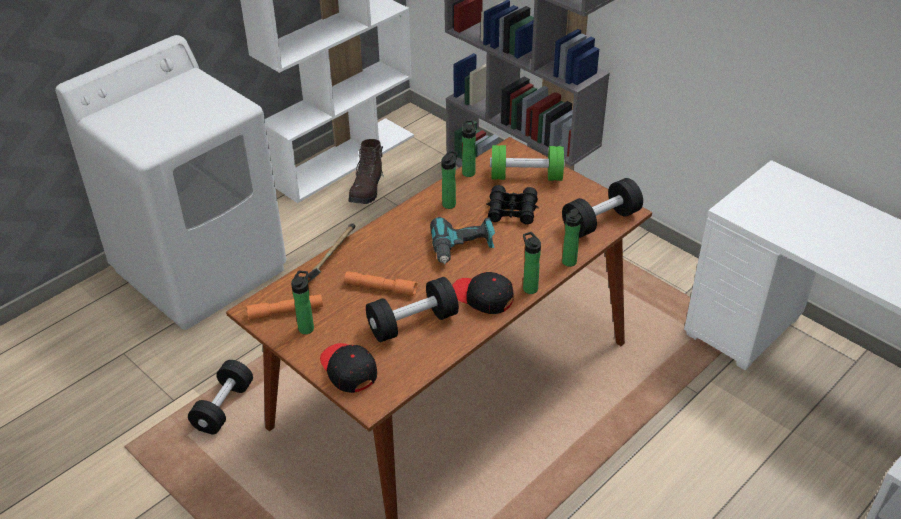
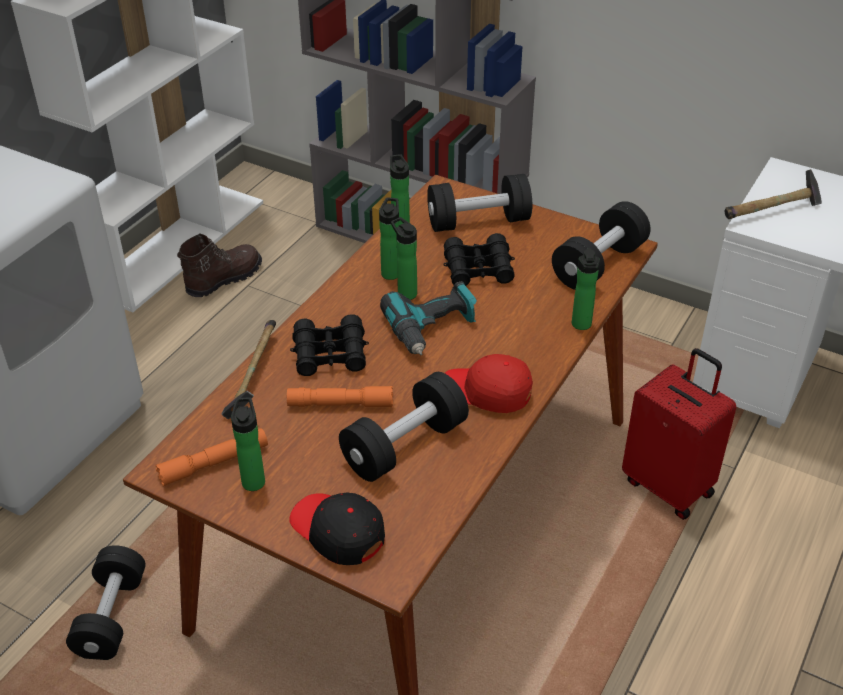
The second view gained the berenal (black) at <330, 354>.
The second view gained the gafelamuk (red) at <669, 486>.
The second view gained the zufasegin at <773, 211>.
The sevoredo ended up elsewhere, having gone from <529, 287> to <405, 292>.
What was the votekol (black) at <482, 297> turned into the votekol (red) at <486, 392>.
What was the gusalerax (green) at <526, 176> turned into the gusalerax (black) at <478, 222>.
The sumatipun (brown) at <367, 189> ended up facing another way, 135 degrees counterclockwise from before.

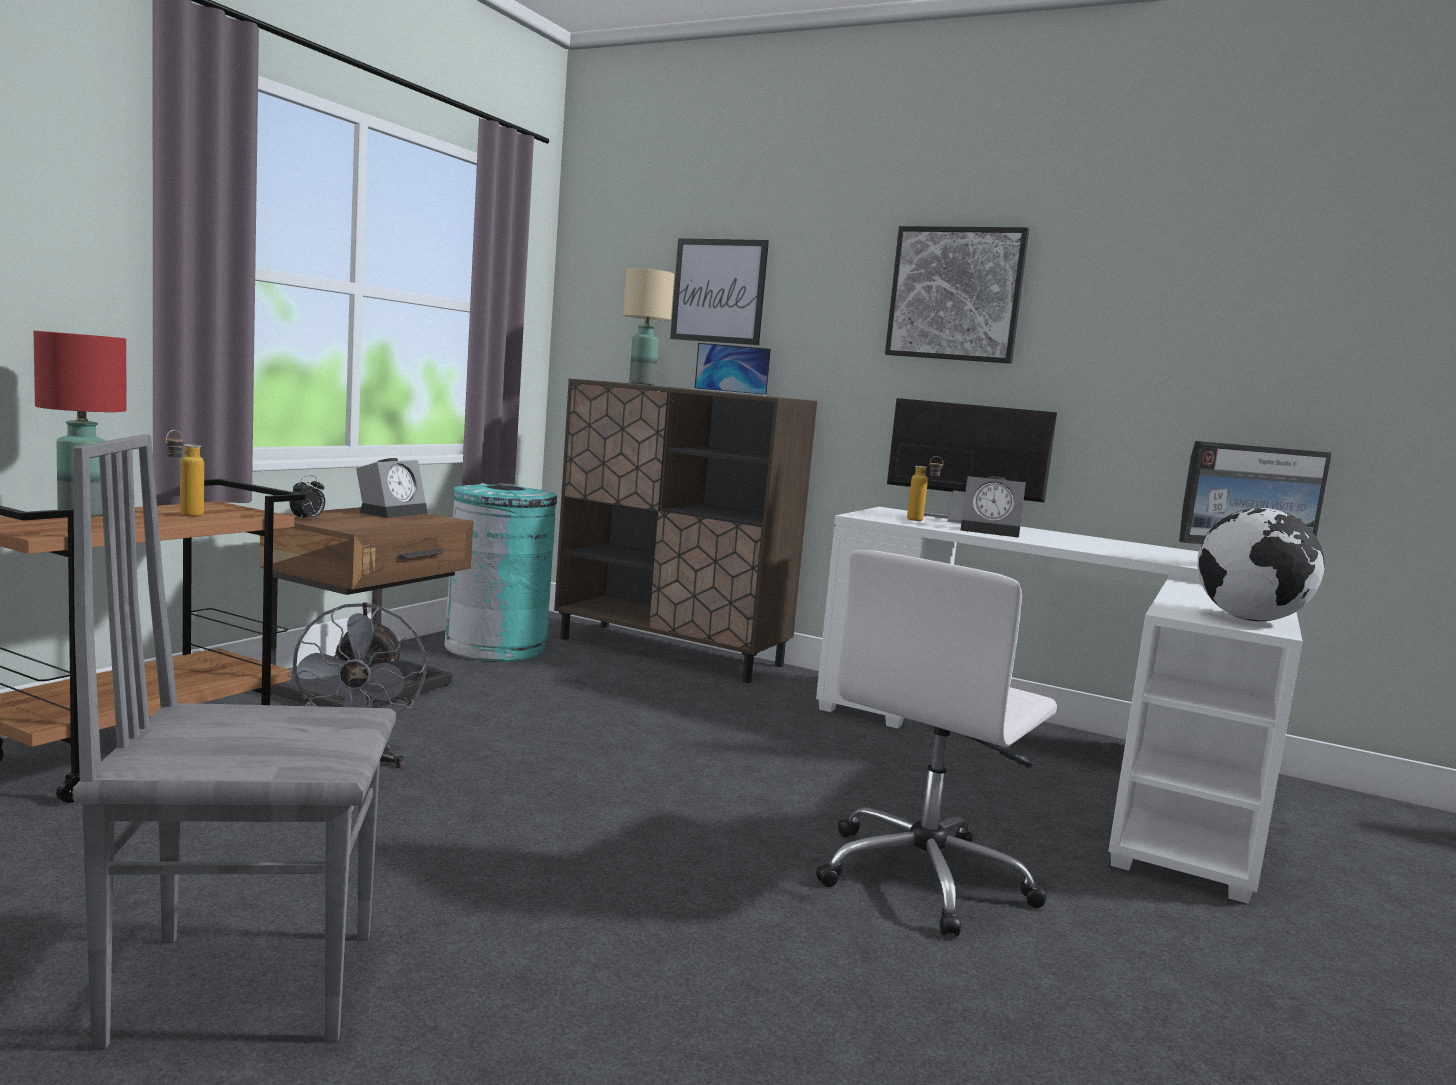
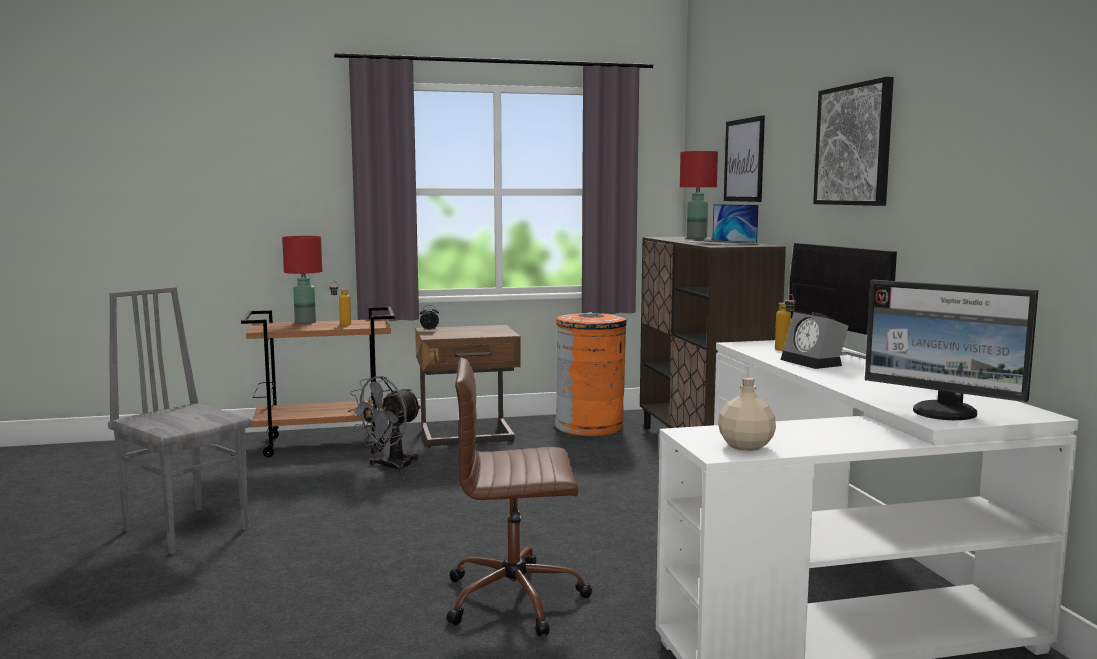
The second view lost the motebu at <393, 512>.
Where the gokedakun stood at <1250, 619>, the sevoredo (beige) came to stand at <745, 446>.
What was the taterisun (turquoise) at <496, 648> turned into the taterisun (orange) at <589, 427>.
What was the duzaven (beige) at <641, 384> turned into the duzaven (red) at <696, 238>.
What was the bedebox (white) at <925, 877> turned into the bedebox (brown) at <517, 598>.

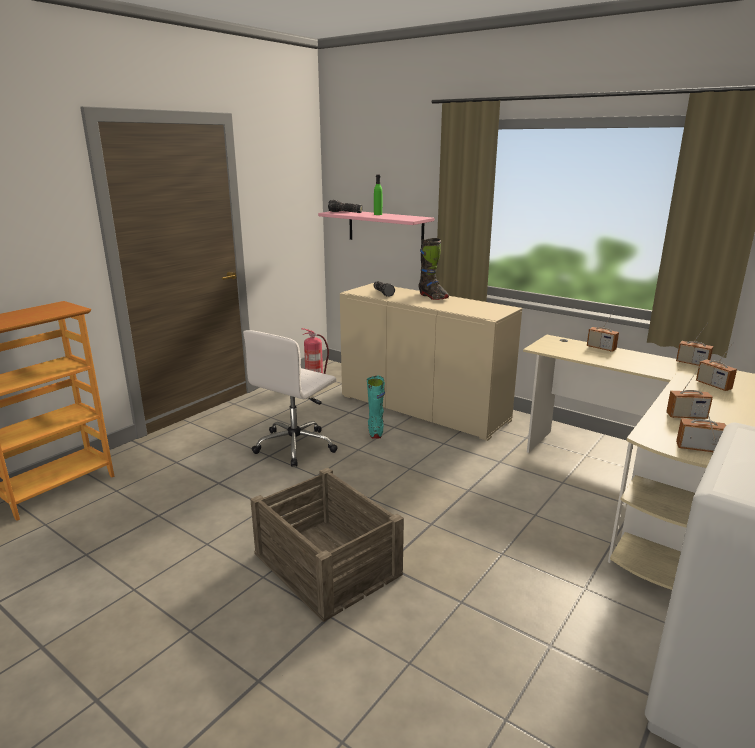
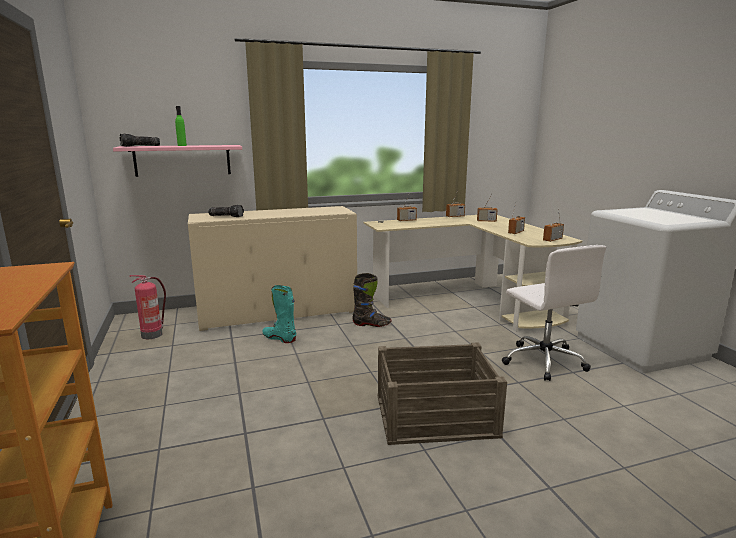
The bedebox (white) ended up elsewhere, having gone from <296, 446> to <543, 360>.
The sumatipun (black) ended up elsewhere, having gone from <433, 297> to <371, 324>.

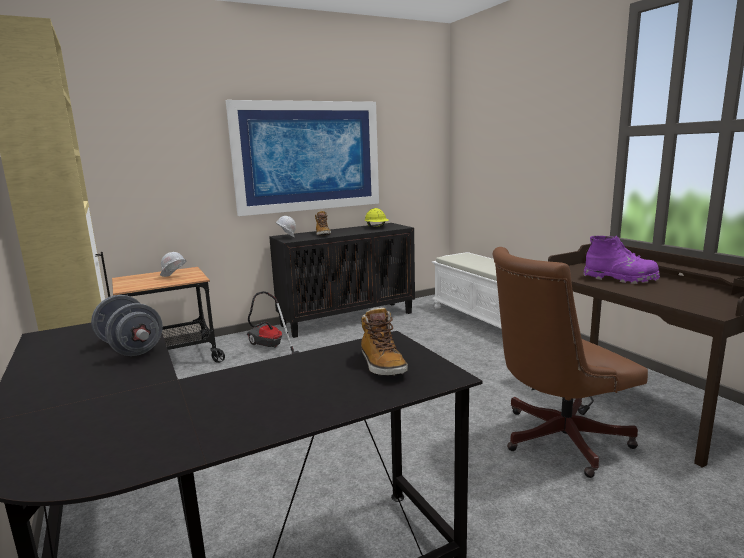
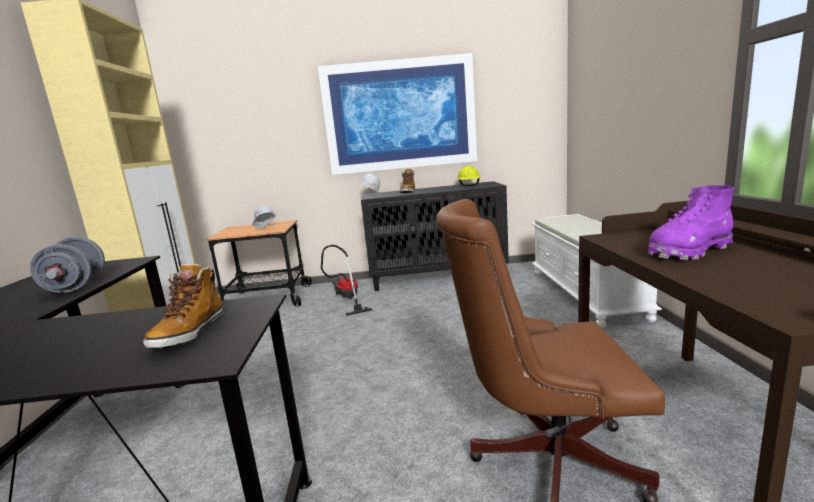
The sumatipun (purple) at <620, 279> ended up facing another way, 105 degrees clockwise from before.

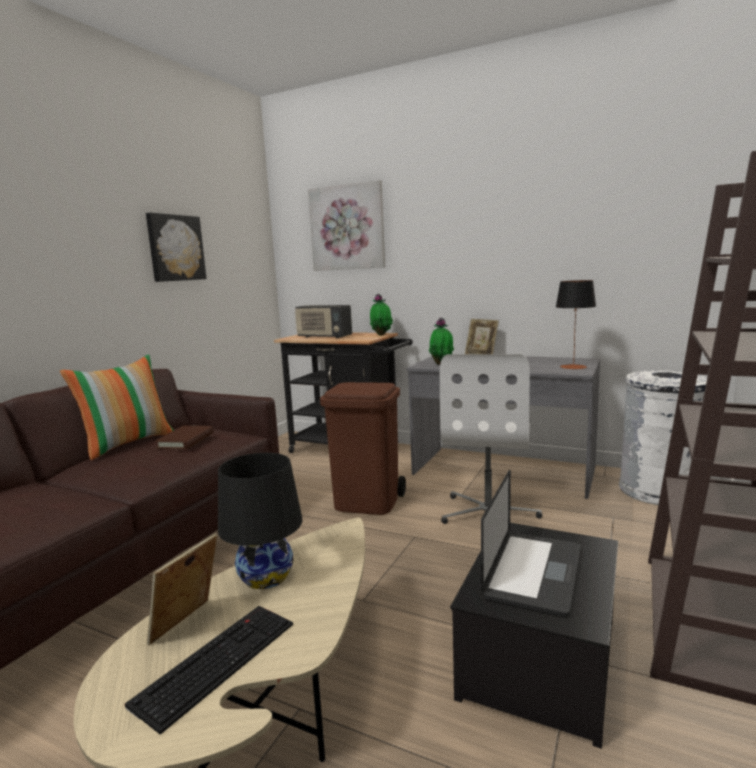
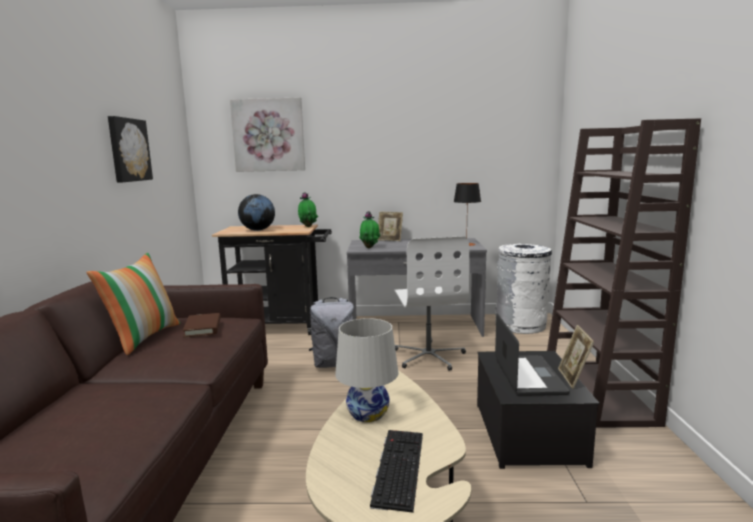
The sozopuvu ended up elsewhere, having gone from <188, 625> to <573, 379>.
Where the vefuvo stood at <324, 337>, the gokedakun came to stand at <257, 230>.
Where the taterisun (brown) stood at <368, 503>, the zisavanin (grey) came to stand at <334, 363>.
What was the duzaven (black) at <266, 576> turned into the duzaven (white) at <367, 413>.

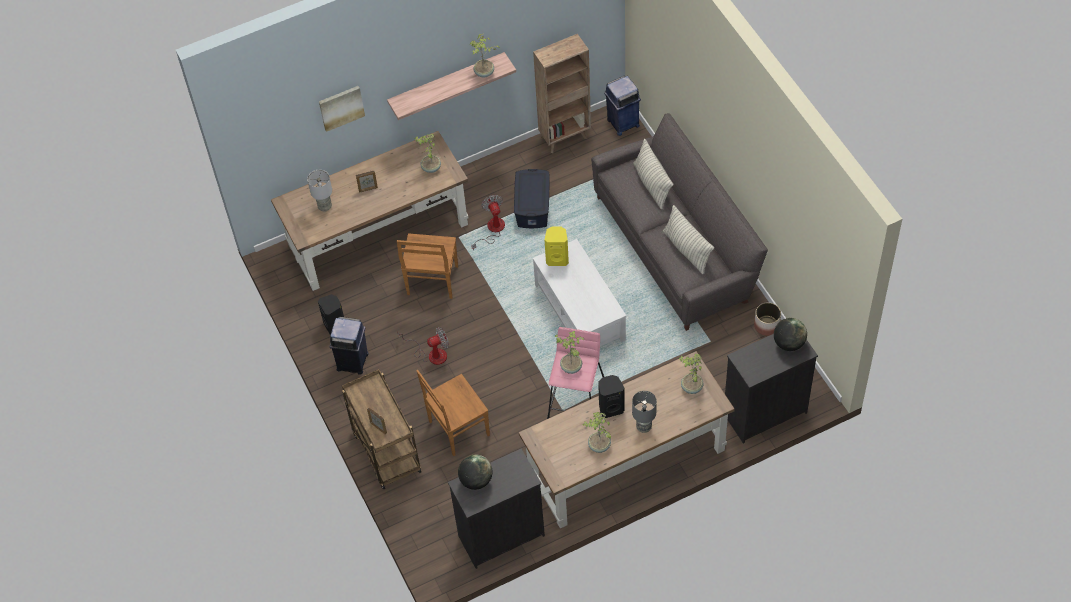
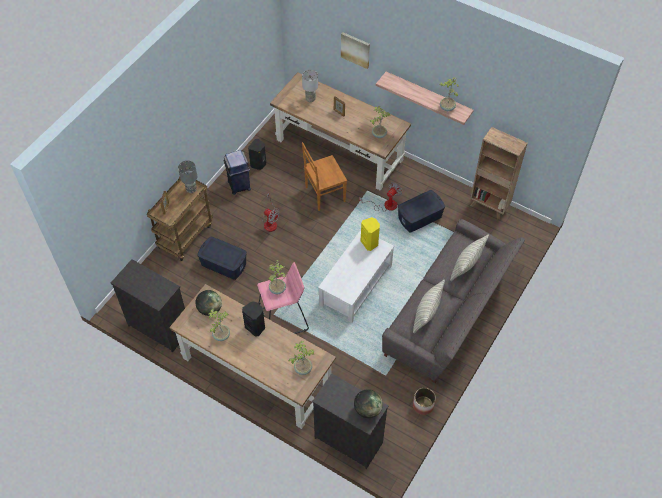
The second view lost the taterisun (blue) at <622, 123>.
The gokedakun ended up elsewhere, having gone from <476, 480> to <210, 309>.
The duzaven (grey) ended up elsewhere, having gone from <644, 427> to <191, 190>.
Where the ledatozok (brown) stood at <457, 429>, the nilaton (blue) came to stand at <224, 264>.

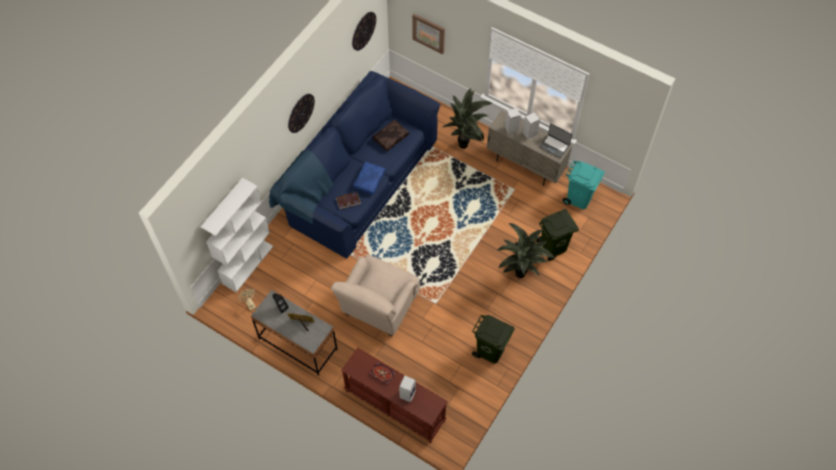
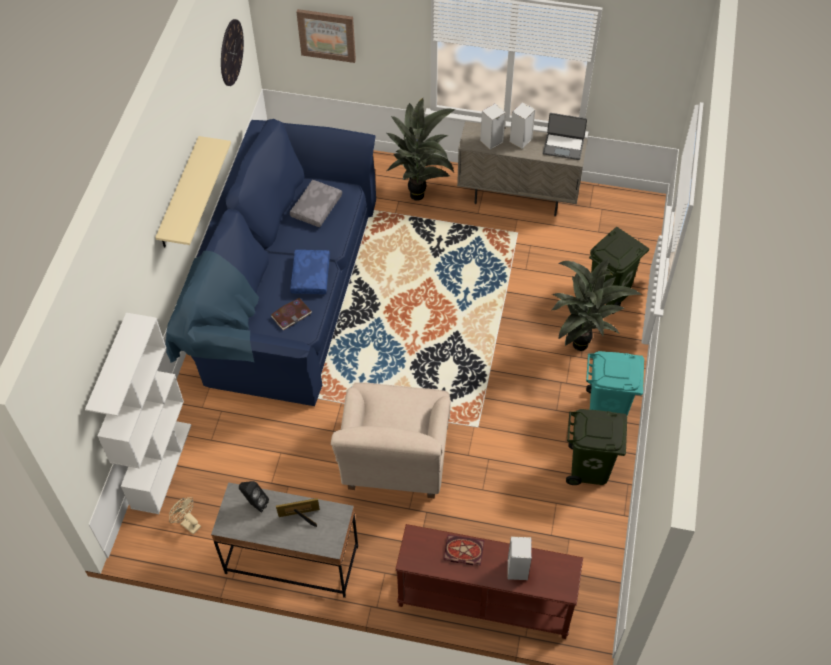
The taterisun (turquoise) ended up elsewhere, having gone from <579, 199> to <607, 411>.
Where the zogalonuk hung at <301, 113>, the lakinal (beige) came to hang at <179, 194>.
What was the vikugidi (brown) at <390, 137> turned into the vikugidi (grey) at <316, 207>.

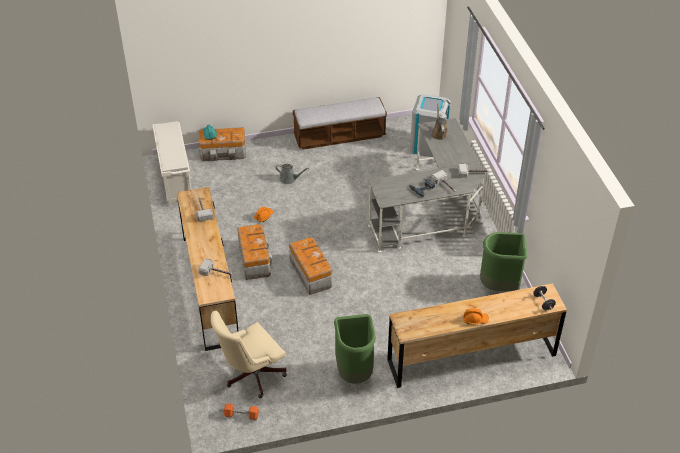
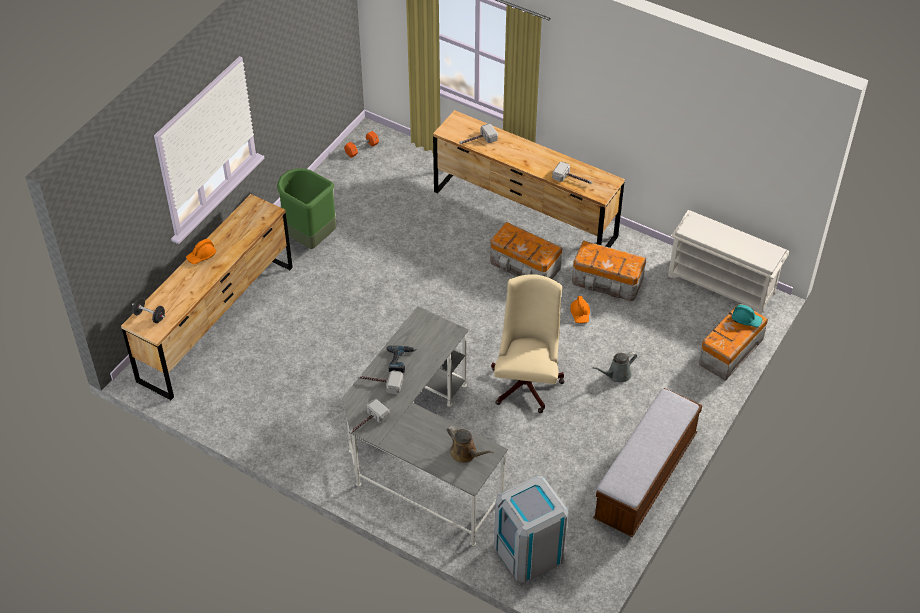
The second view lost the taterisun (green) at <500, 286>.
The bedebox (beige) ended up elsewhere, having gone from <251, 375> to <527, 380>.
The nilaton ended up elsewhere, having gone from <311, 273> to <608, 282>.

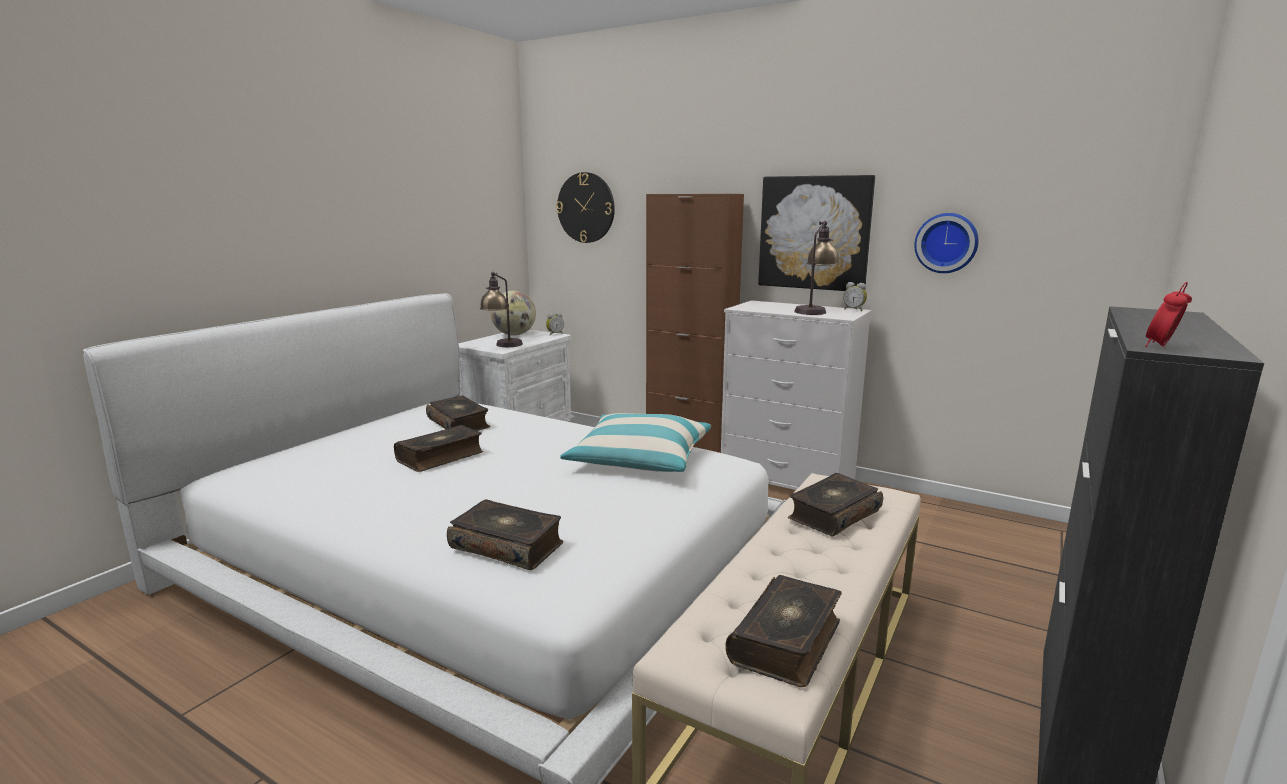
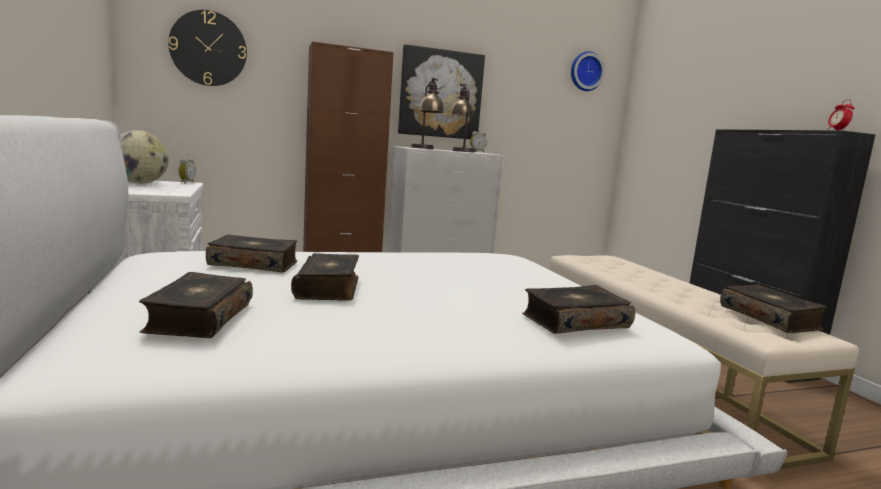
The second view lost the vikugidi at <640, 459>.
The duzaven ended up elsewhere, having gone from <503, 346> to <425, 148>.
The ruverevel ended up elsewhere, having gone from <833, 515> to <198, 318>.
The zogalonuk ended up elsewhere, having gone from <946, 243> to <585, 71>.

